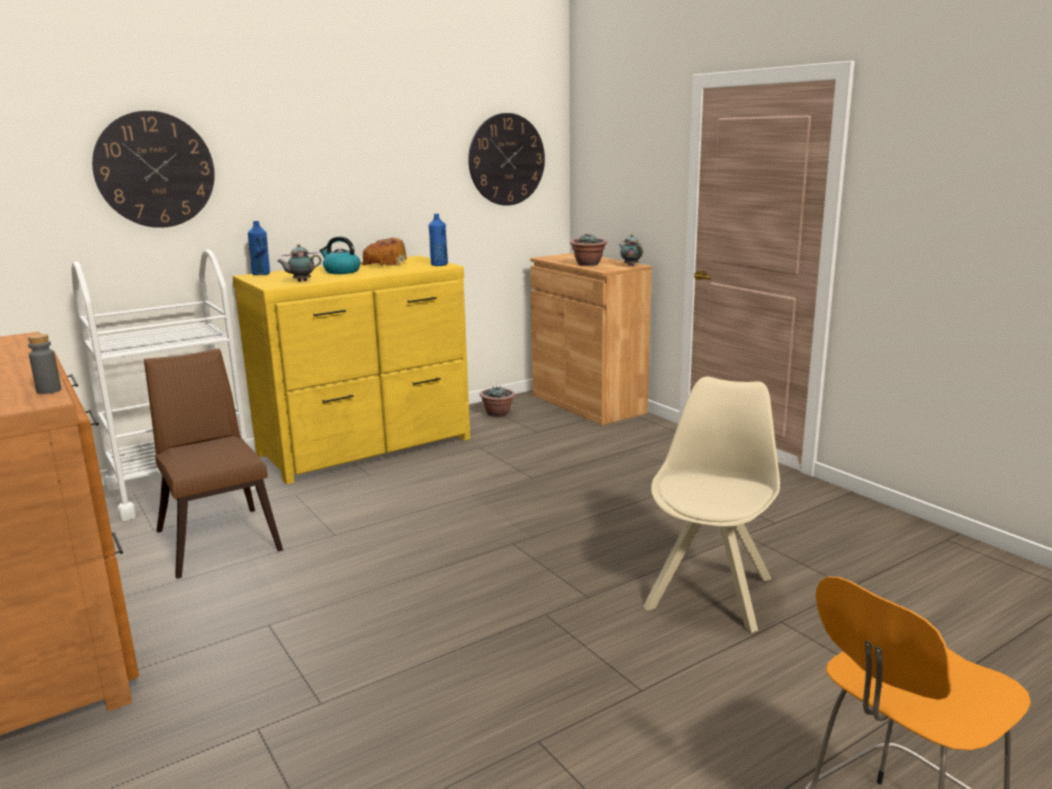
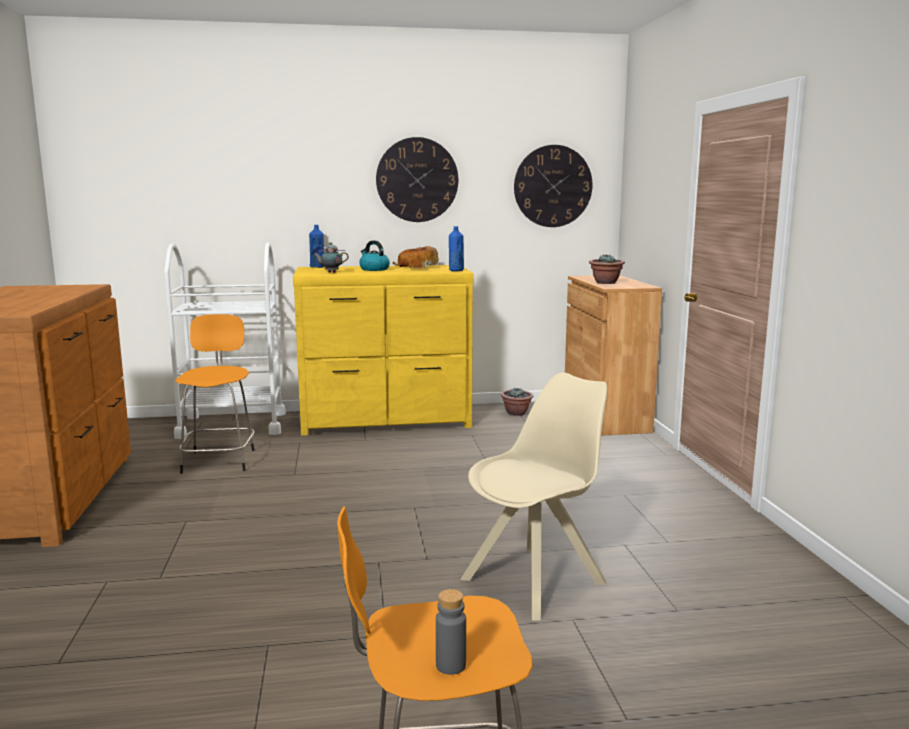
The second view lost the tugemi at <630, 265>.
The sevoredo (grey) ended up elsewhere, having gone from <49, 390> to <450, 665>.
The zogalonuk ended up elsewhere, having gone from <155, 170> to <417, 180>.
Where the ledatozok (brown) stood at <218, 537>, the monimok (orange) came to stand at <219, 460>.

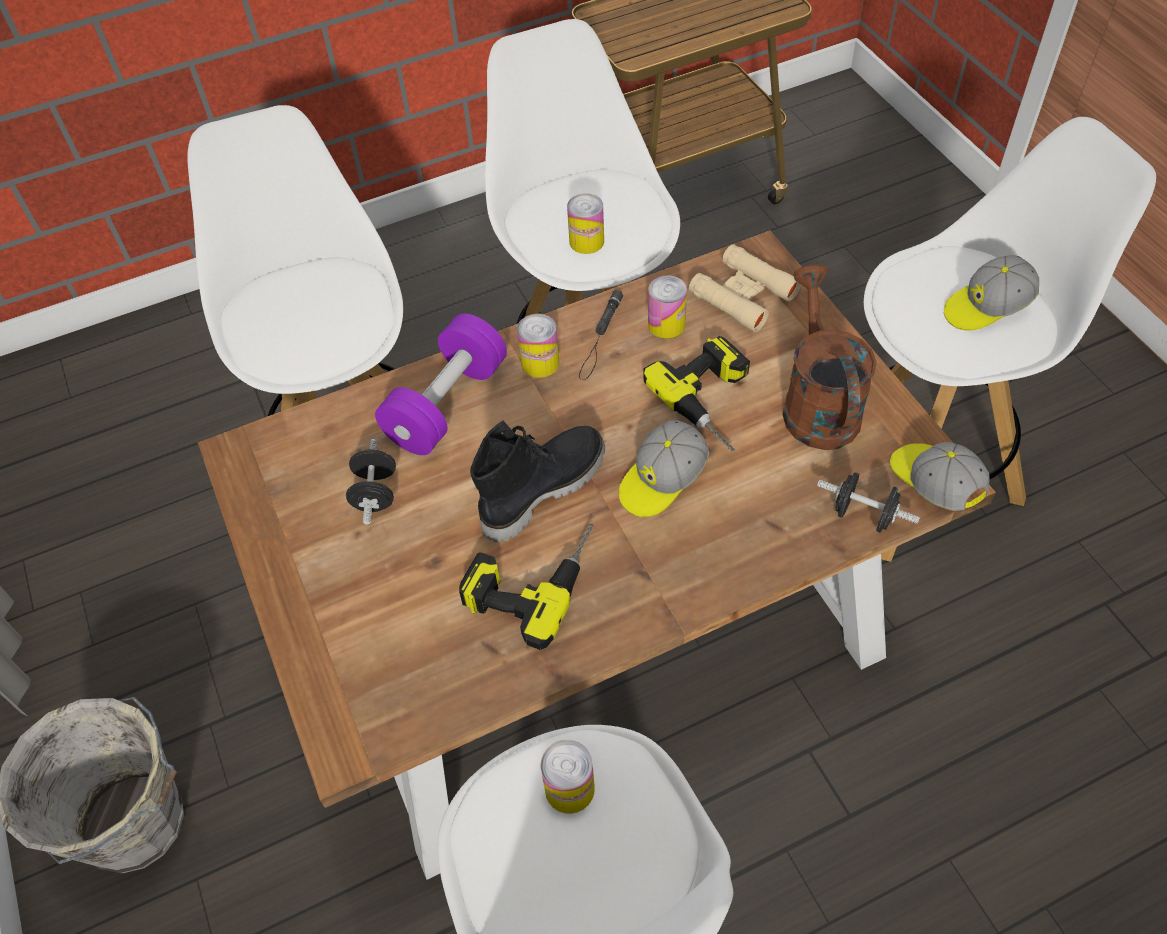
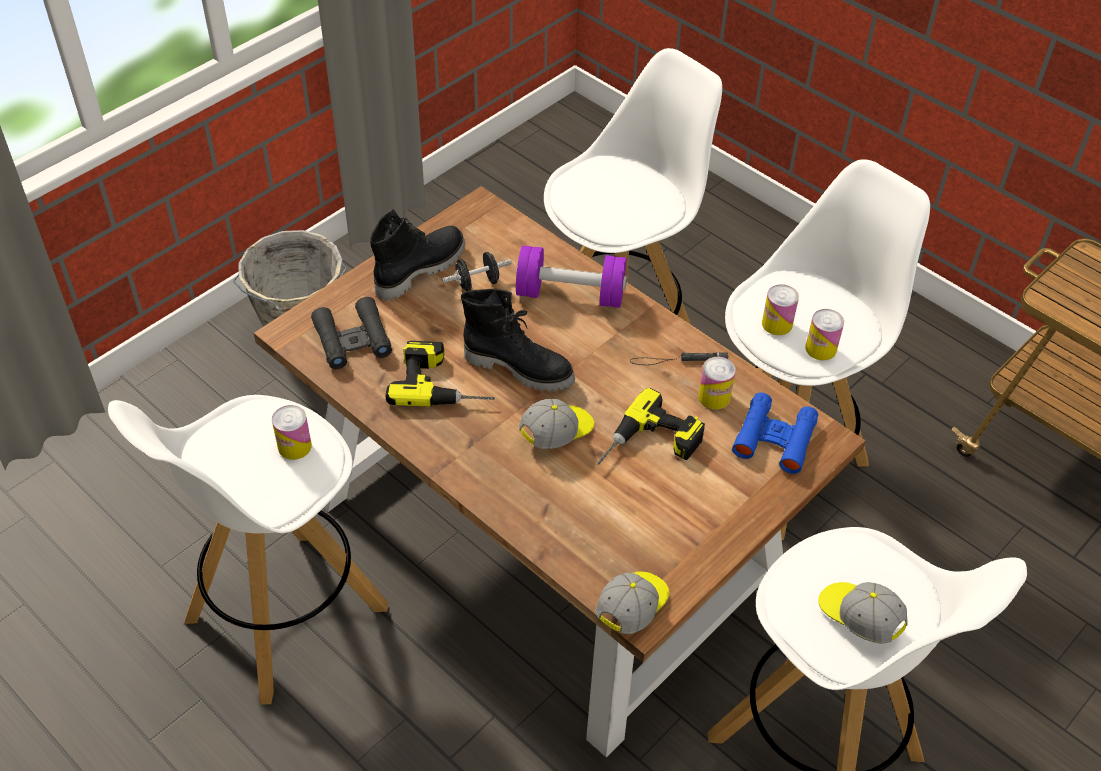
The second view lost the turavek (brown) at <817, 403>.
The second view lost the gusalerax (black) at <863, 515>.
The second view gained the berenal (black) at <352, 340>.
The second view gained the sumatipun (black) at <419, 269>.
The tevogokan ended up elsewhere, having gone from <540, 363> to <820, 348>.
What was the berenal (beige) at <743, 295> turned into the berenal (blue) at <774, 438>.
The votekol at <662, 480> ended up facing another way, 120 degrees clockwise from before.

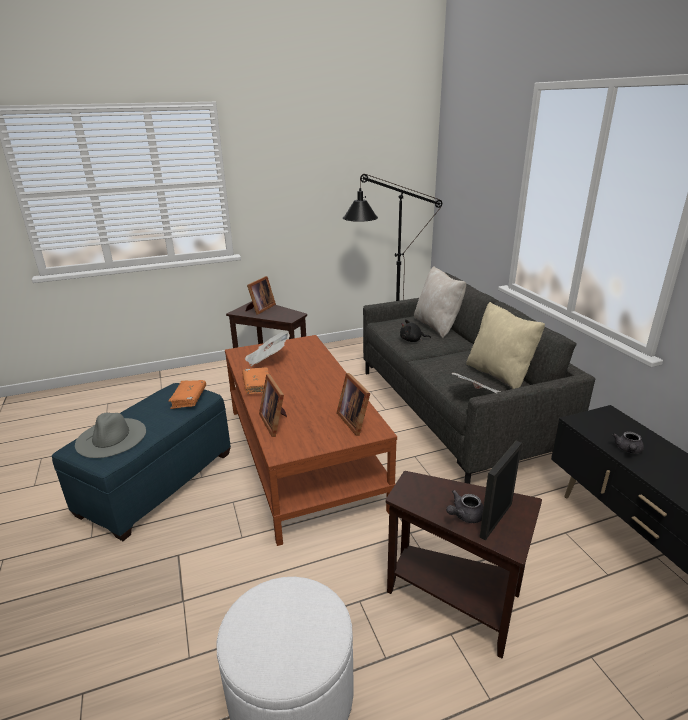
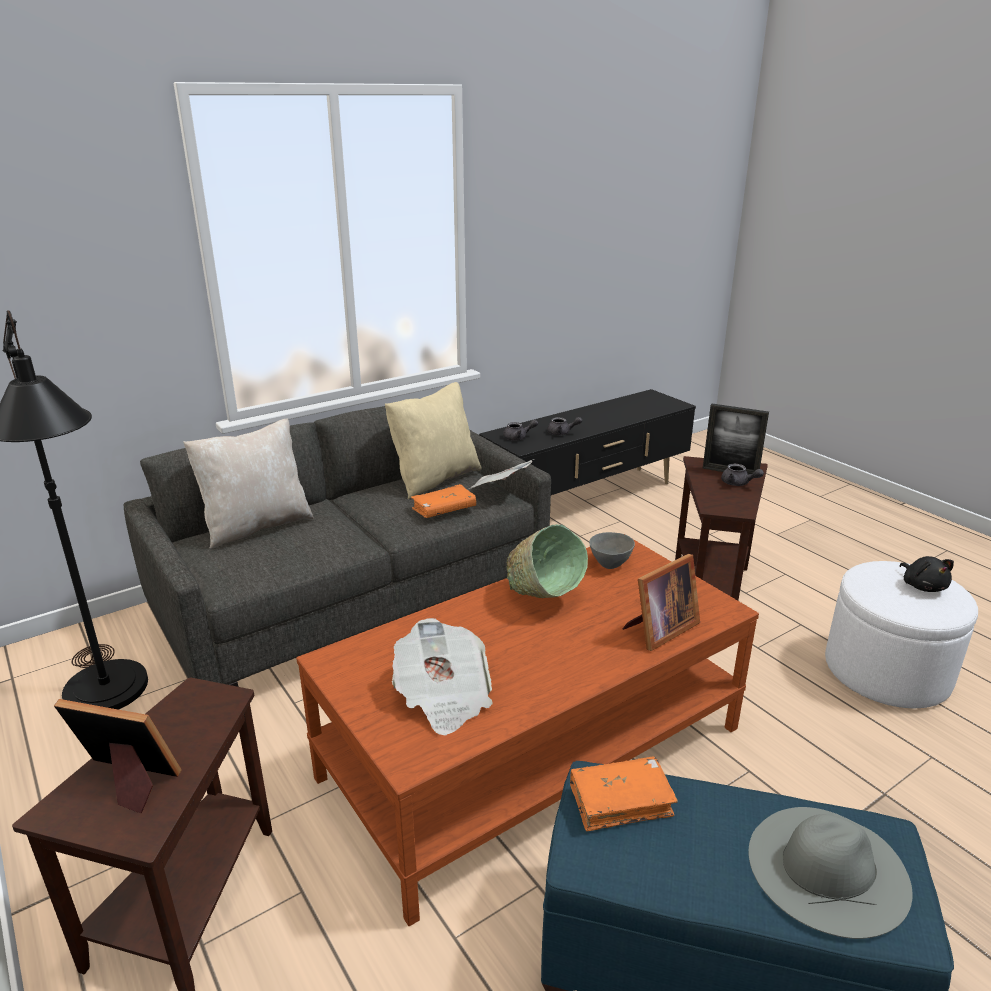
The second view gained the tugemi (grey) at <518, 437>.
The second view gained the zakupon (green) at <544, 599>.
The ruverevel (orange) ended up elsewhere, having gone from <257, 386> to <444, 509>.
The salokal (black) ended up elsewhere, having gone from <412, 340> to <923, 586>.
Where the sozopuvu stood at <355, 420>, the zakupon (grey) came to stand at <610, 564>.

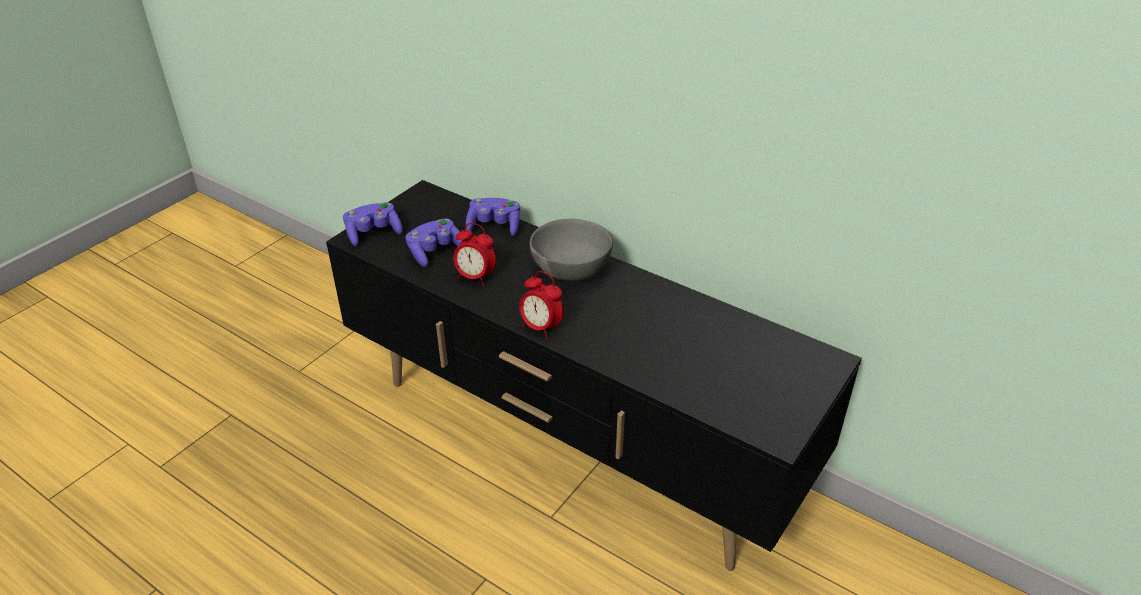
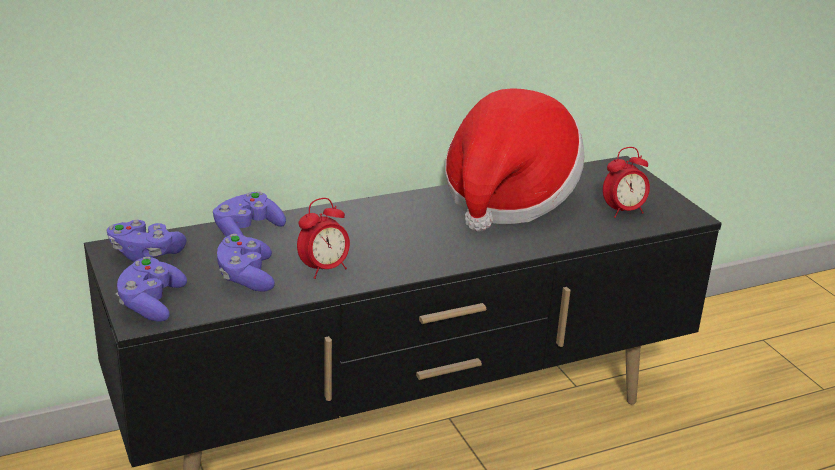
The second view lost the zakupon (grey) at <568, 271>.
The second view gained the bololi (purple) at <145, 254>.
The second view gained the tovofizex at <507, 199>.
The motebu ended up elsewhere, having gone from <541, 328> to <623, 211>.

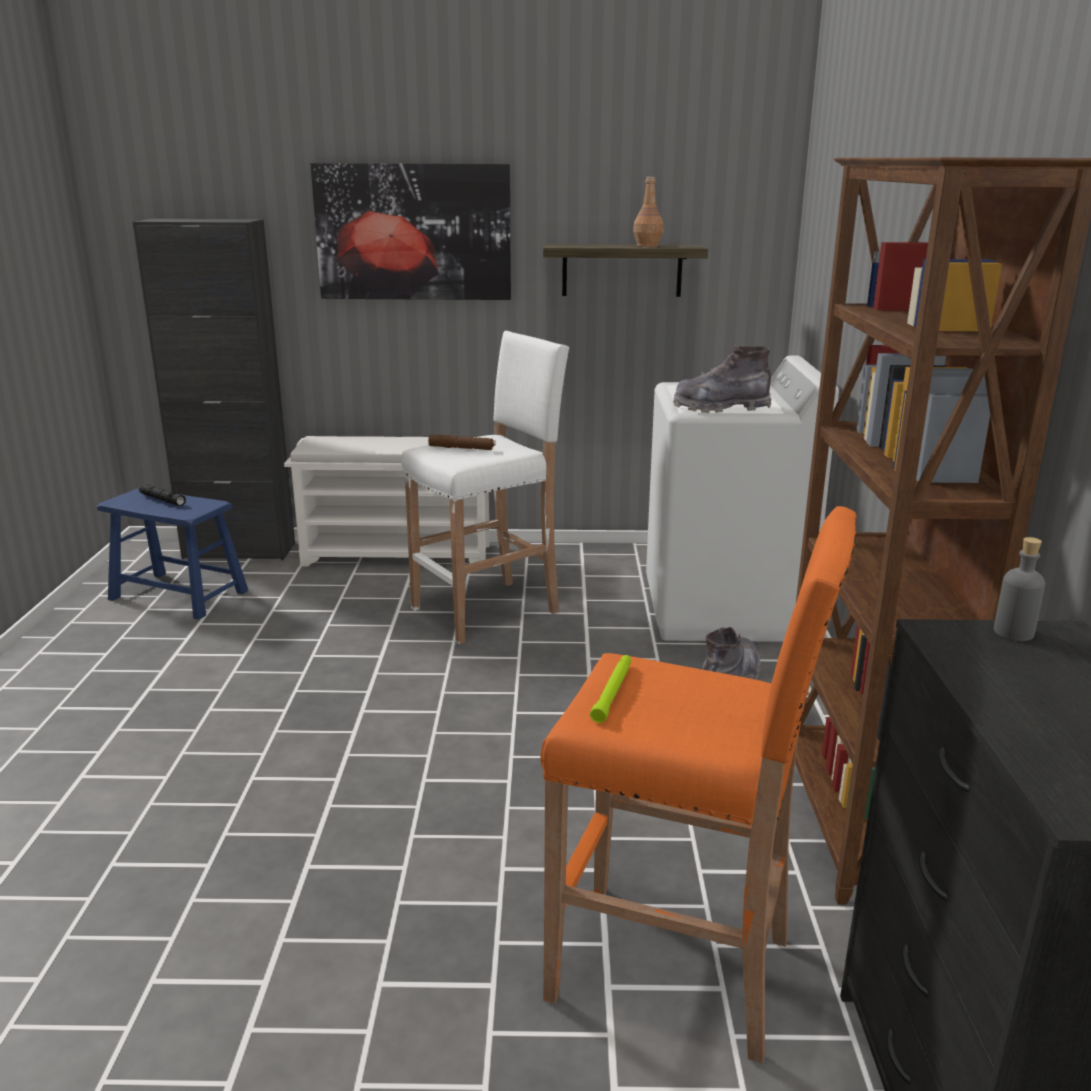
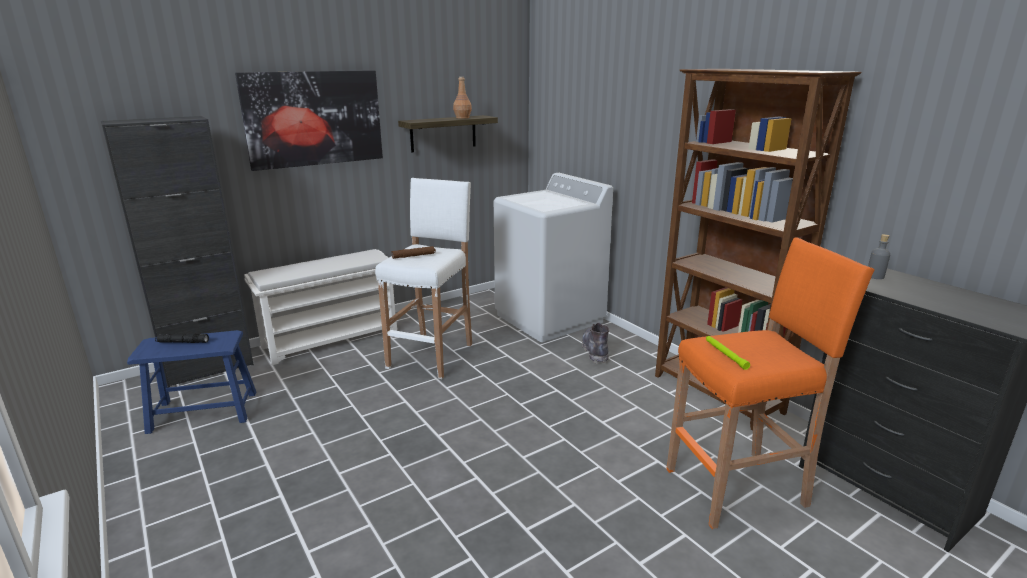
The second view lost the sumatipun (grey) at <720, 408>.

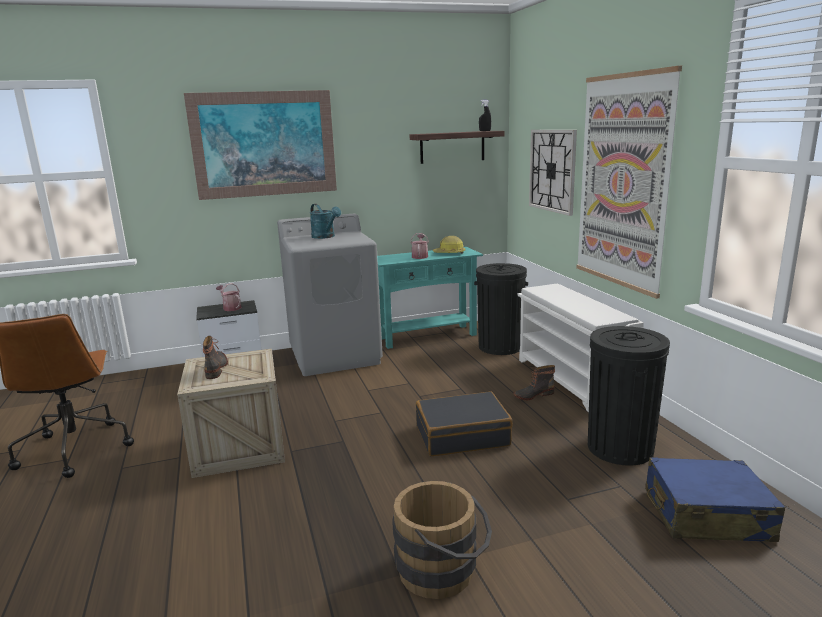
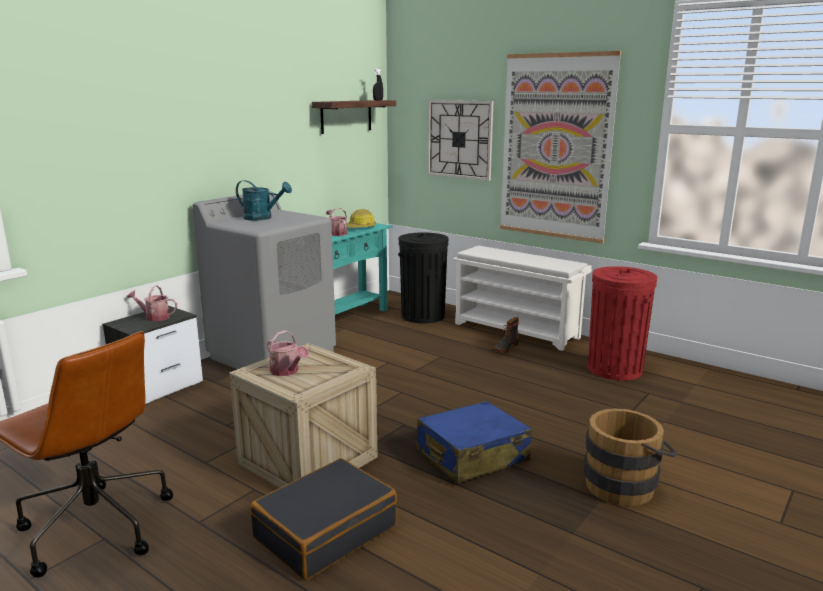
The second view lost the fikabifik at <264, 144>.
The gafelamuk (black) ended up elsewhere, having gone from <462, 435> to <325, 531>.
The gafelamuk (blue) ended up elsewhere, having gone from <706, 515> to <471, 456>.
Where the sumatipun stood at <216, 368>, the turavek came to stand at <287, 371>.
What was the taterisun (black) at <620, 448> turned into the taterisun (red) at <615, 369>.

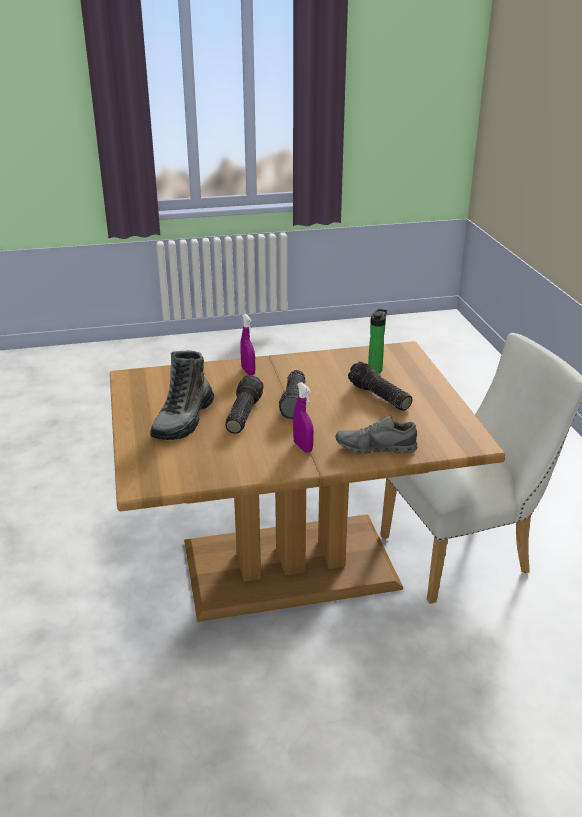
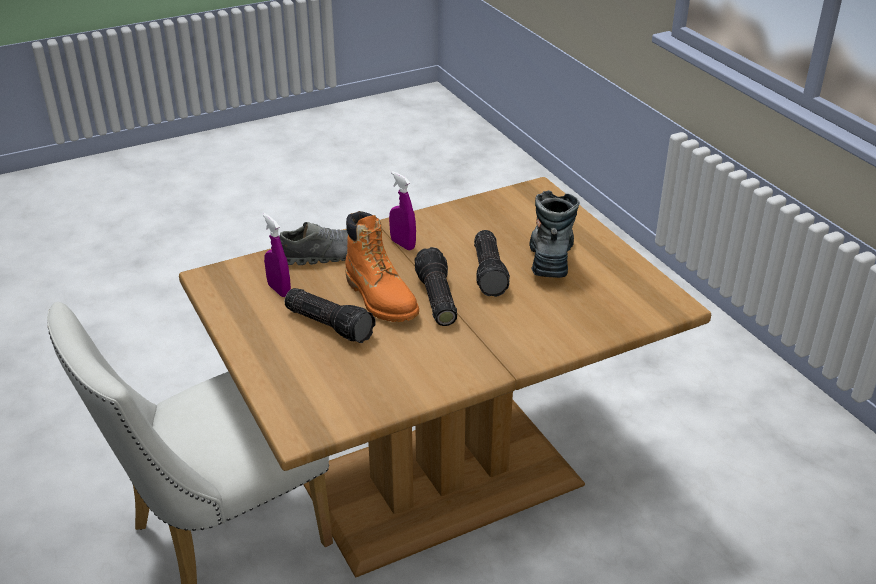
The second view lost the sevoredo at <376, 369>.
The second view gained the sumatipun (orange) at <381, 298>.
The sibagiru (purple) ended up elsewhere, having gone from <248, 371> to <279, 290>.

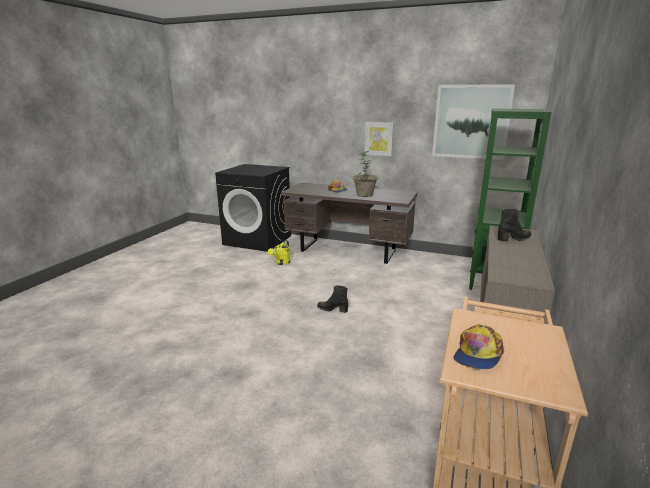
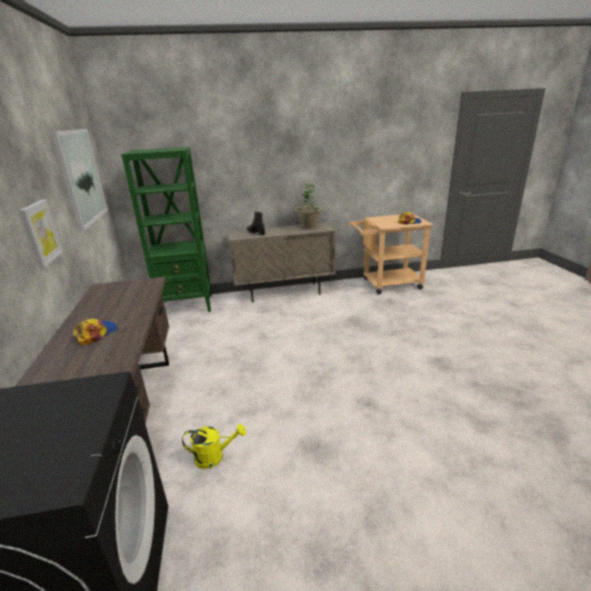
The second view lost the sumatipun (black) at <332, 309>.
The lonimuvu ended up elsewhere, having gone from <364, 195> to <308, 227>.

